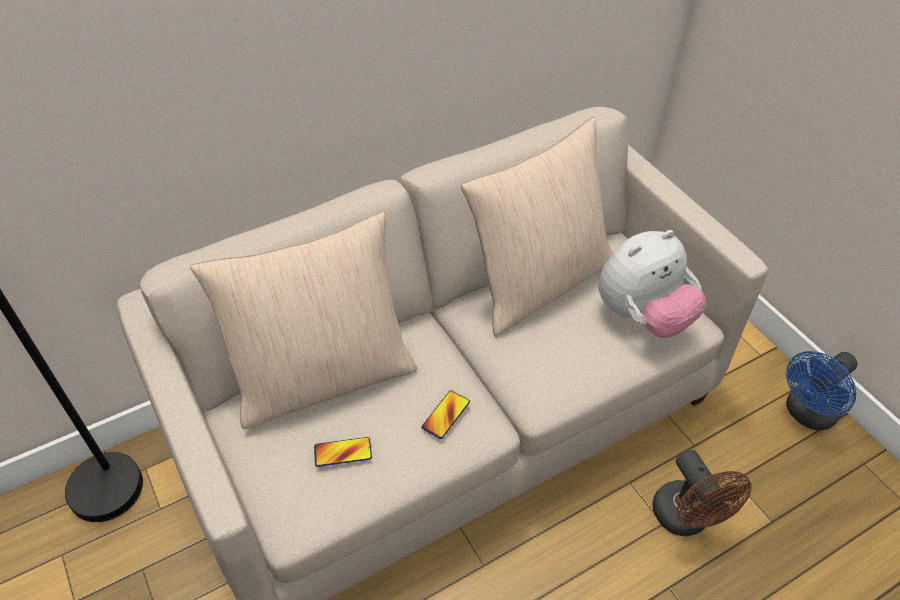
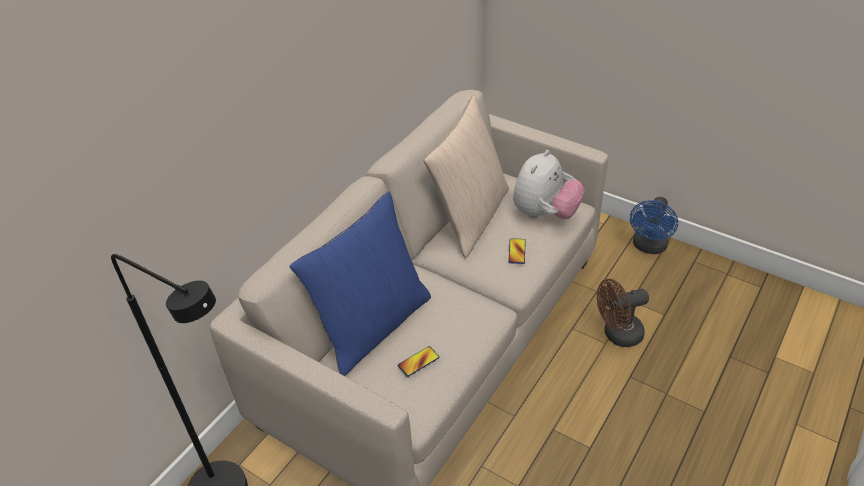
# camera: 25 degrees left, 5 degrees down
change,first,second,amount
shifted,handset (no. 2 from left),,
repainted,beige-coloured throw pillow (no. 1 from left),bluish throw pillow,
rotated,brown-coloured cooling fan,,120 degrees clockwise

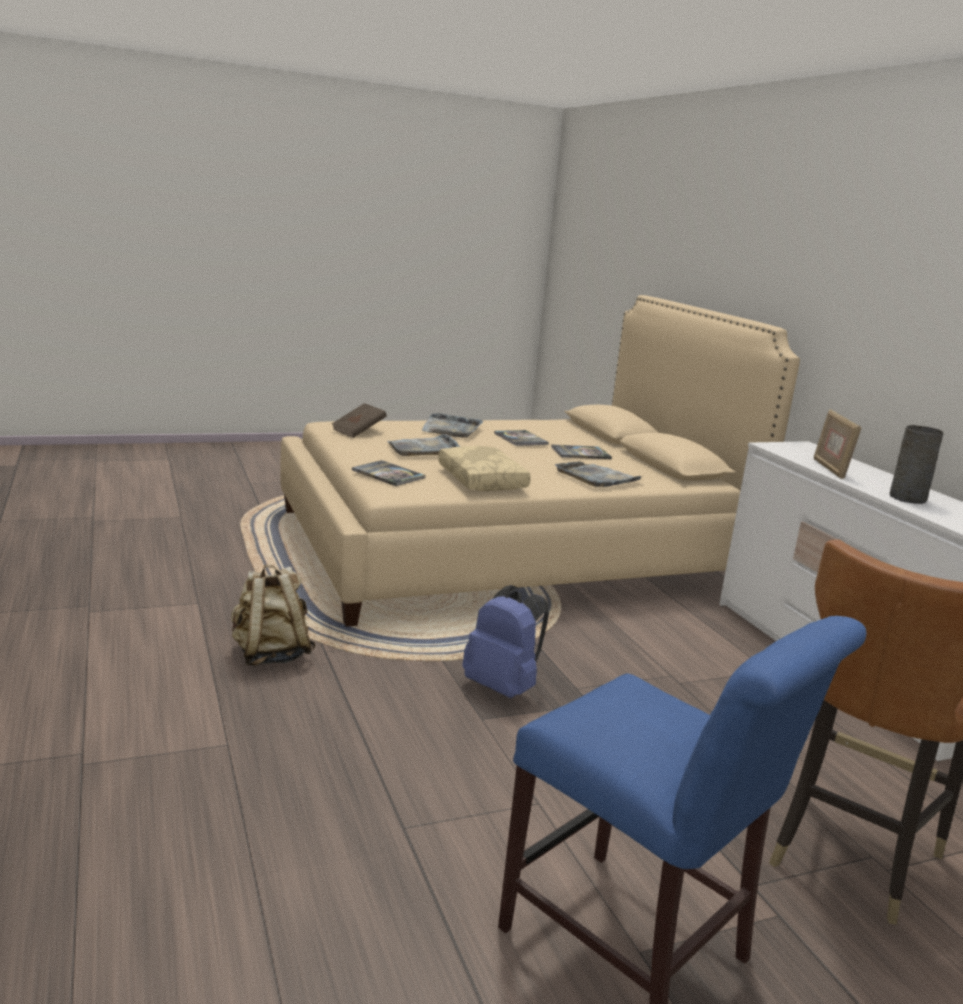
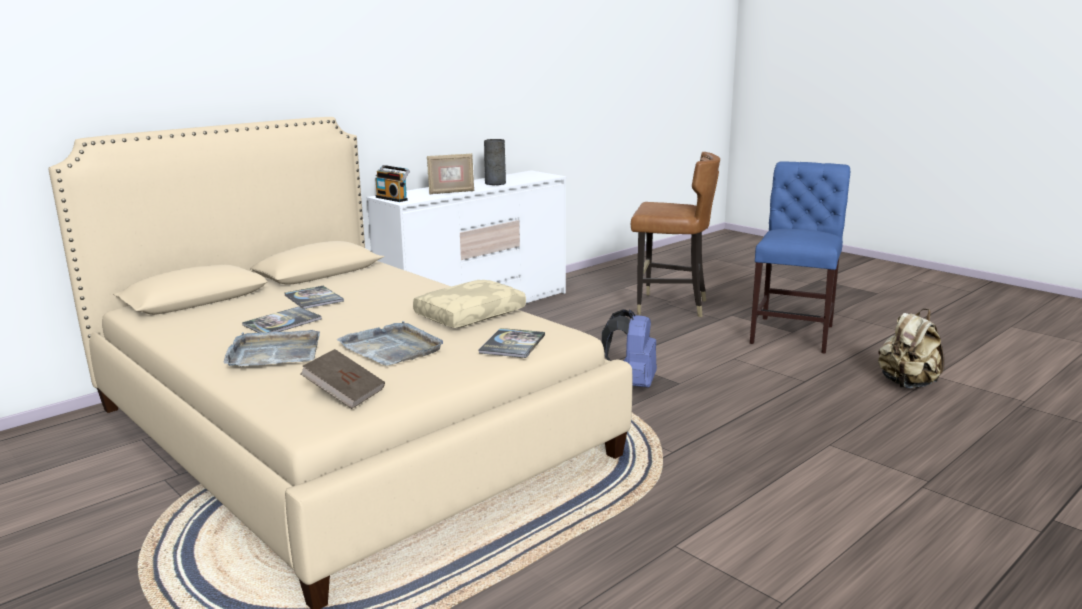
# camera: 110 degrees left, 0 degrees up
change,first,second,amount
gone,greyish serving tray (no. 3 from left),,
new,,radio,
shifted,beige-coloured knapsack,,

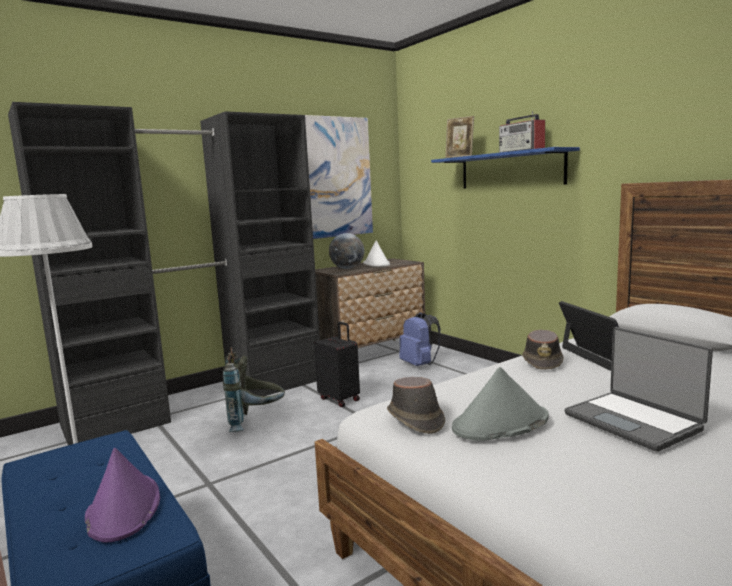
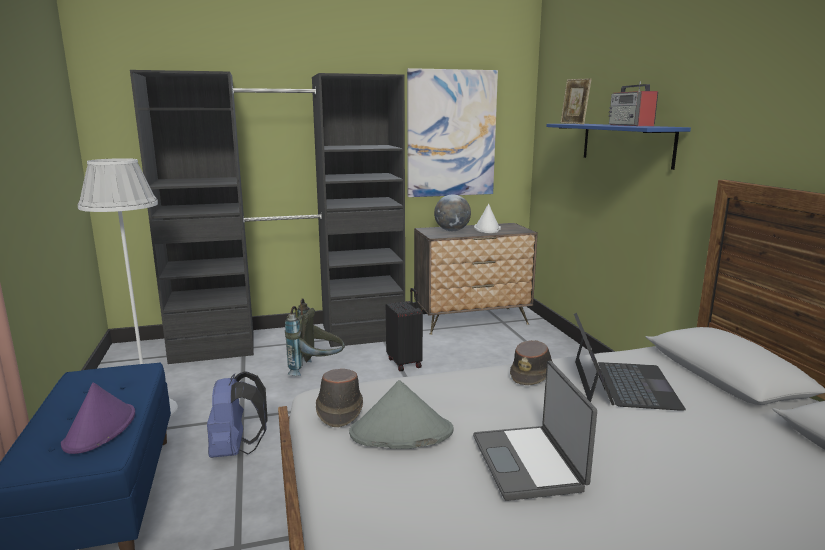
# camera: 20 degrees right, 5 degrees up
change,first,second,amount
shifted,bluish knapsack,,

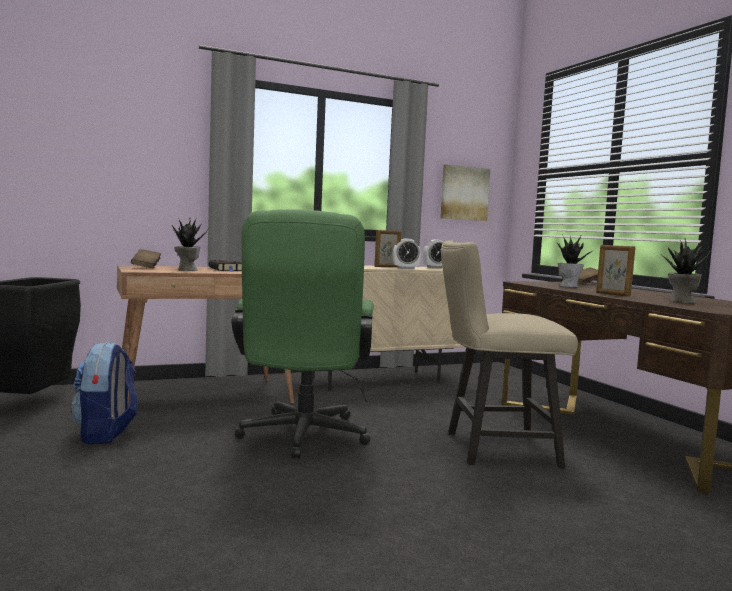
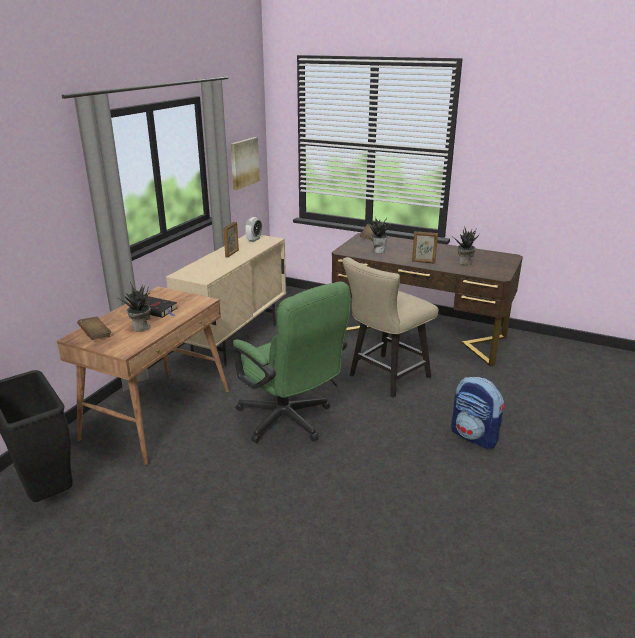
# camera: 40 degrees left, 20 degrees up
change,first,second,amount
gone,table clock (no. 1 from left),,
shifted,knapsack,,

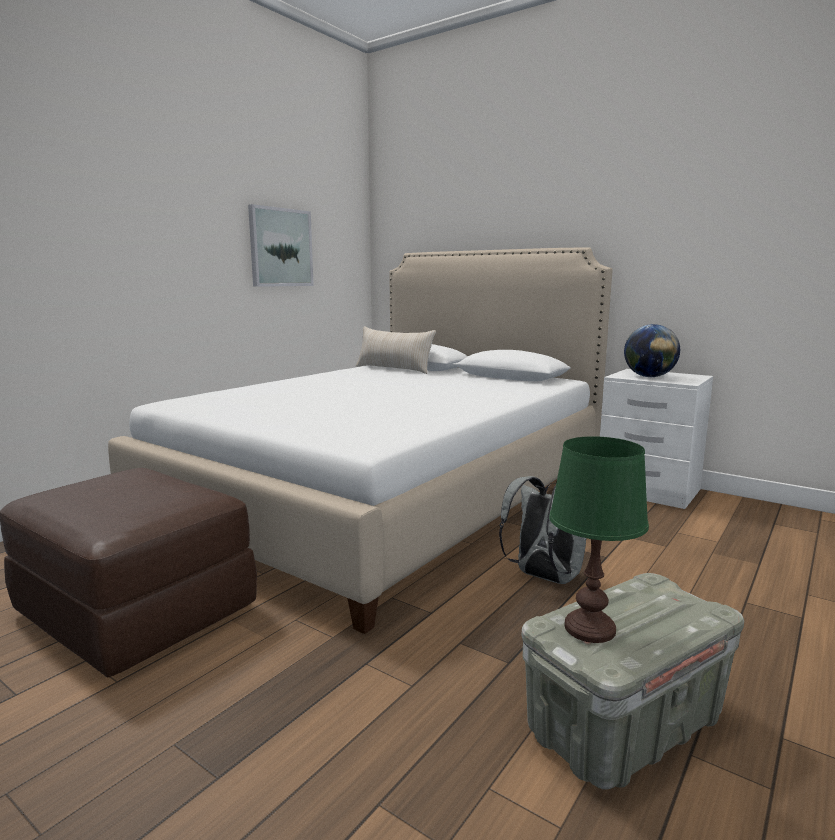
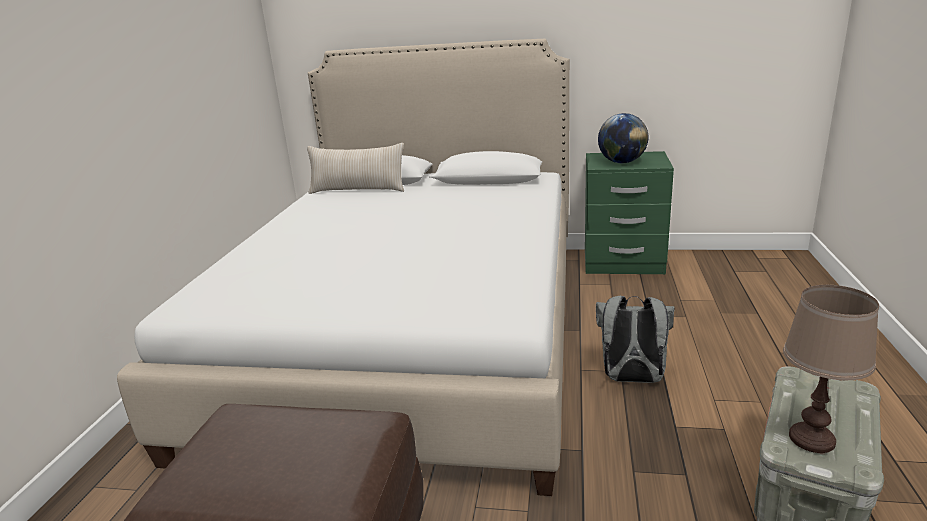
# camera: 25 degrees left, 10 degrees up
change,first,second,amount
gone,wall picture,,
repainted,green-coloured table lamp,brown-coloured table lamp,
repainted,whitish night table,green-coloured night table,

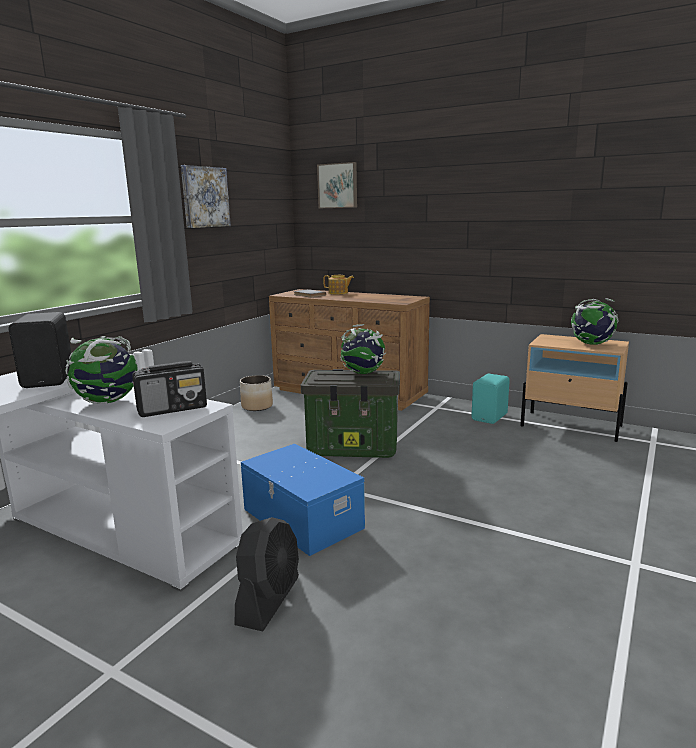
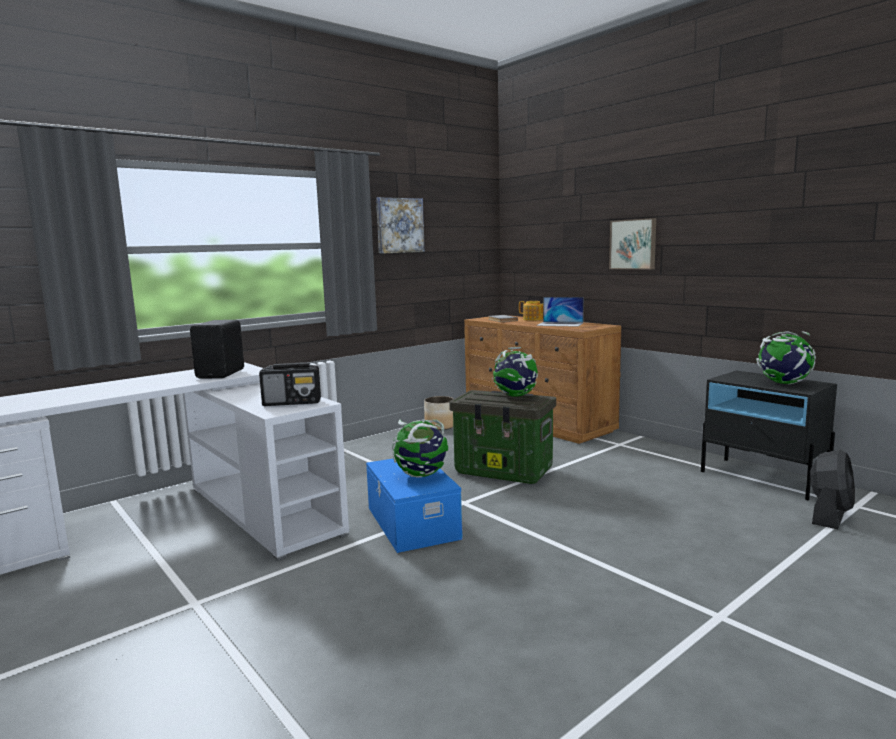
# camera: 20 degrees right, 5 degrees down
change,first,second,amount
gone,turquoise speaker,,
new,,portable computer,
shifted,desk globe (no. 1 from left),,
shifted,black-coloured cooling fan,,
shifted,wall picture (no. 2 from left),,
repainted,beige-coloured night table,black-coloured night table,

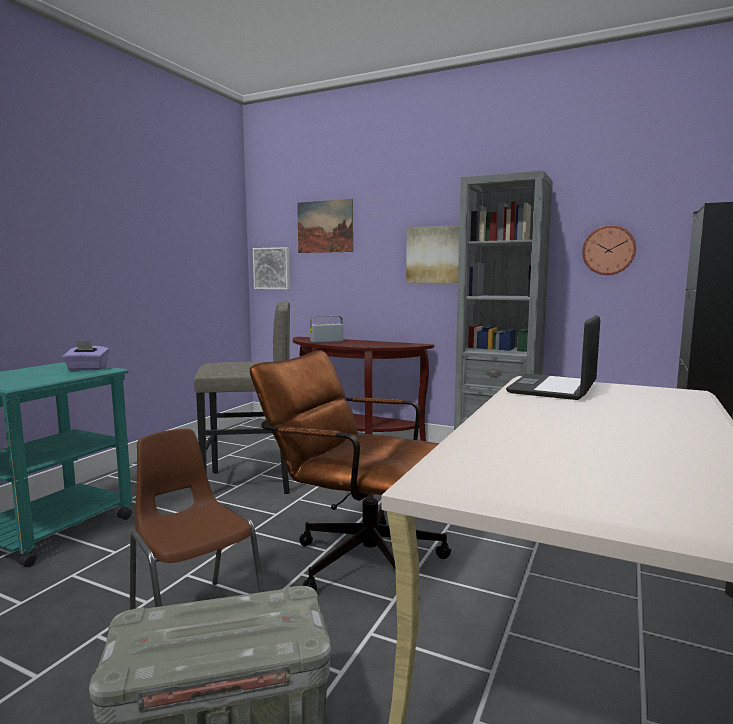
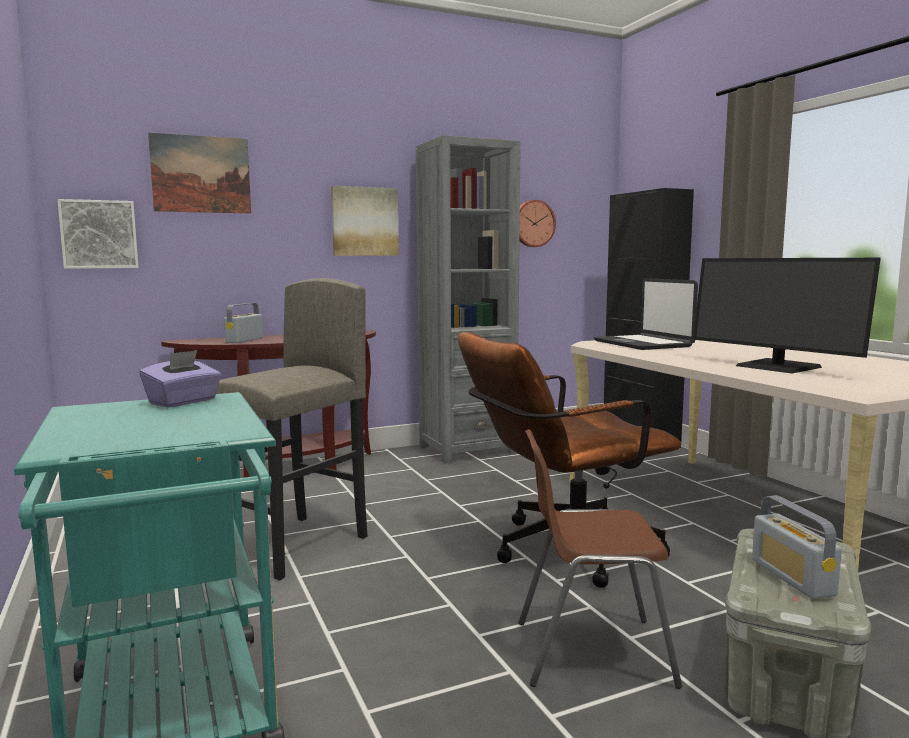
# camera: 50 degrees left, 0 degrees up
change,first,second,amount
new,,monitor,
new,,radio (no. 2 from left),

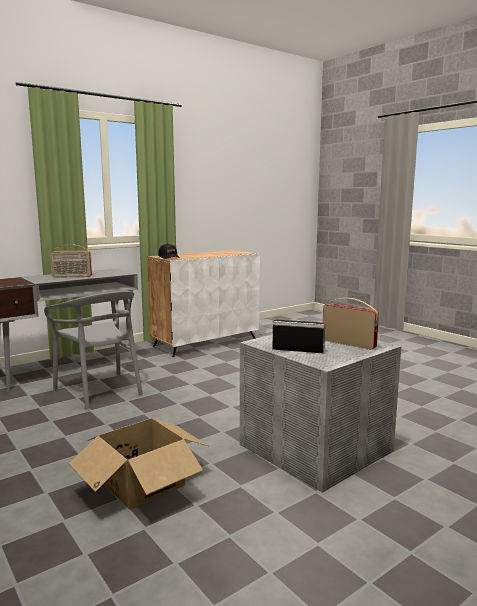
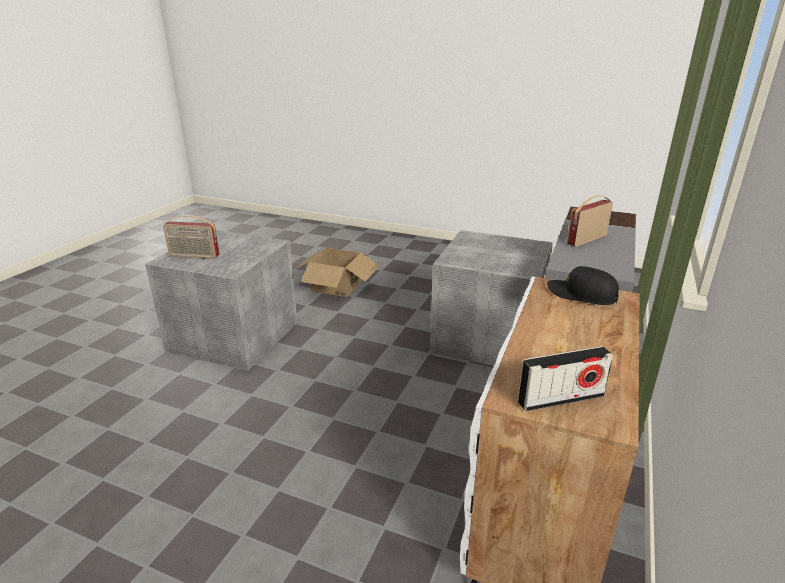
# camera: 150 degrees right, 15 degrees up
change,first,second,amount
shifted,radio (no. 2 from left),,
swapped,greyish plain chair,greyish storage box (no. 2 from left),

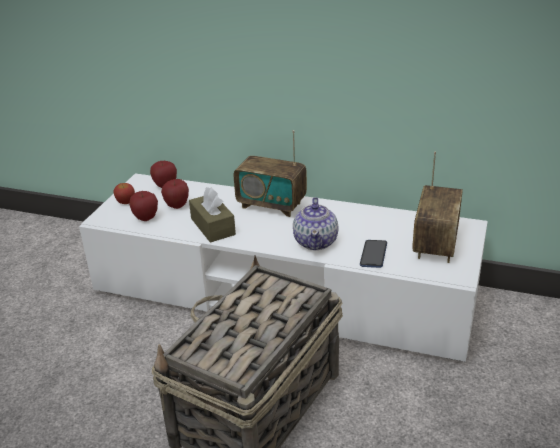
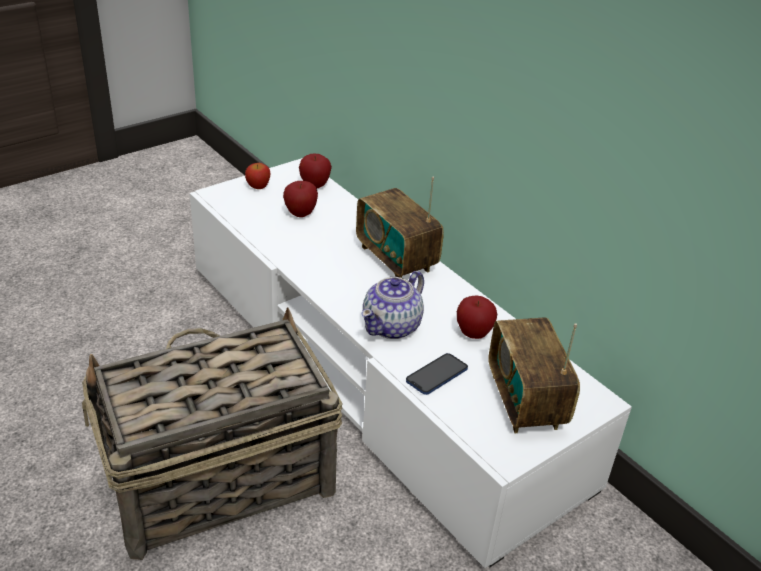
# camera: 30 degrees right, 5 degrees up
change,first,second,amount
gone,brown-coloured tissue holder,,
shifted,apple (no. 2 from left in the first image),apple (no. 4 from left),
rotated,radio (no. 2 from left),,120 degrees clockwise

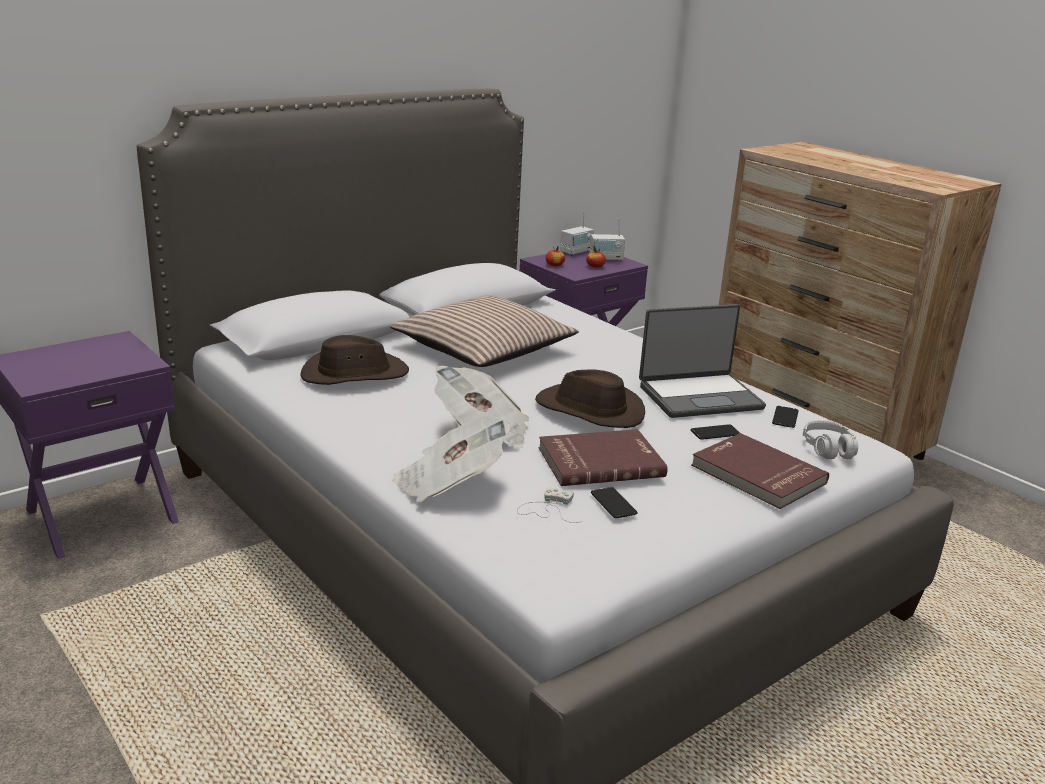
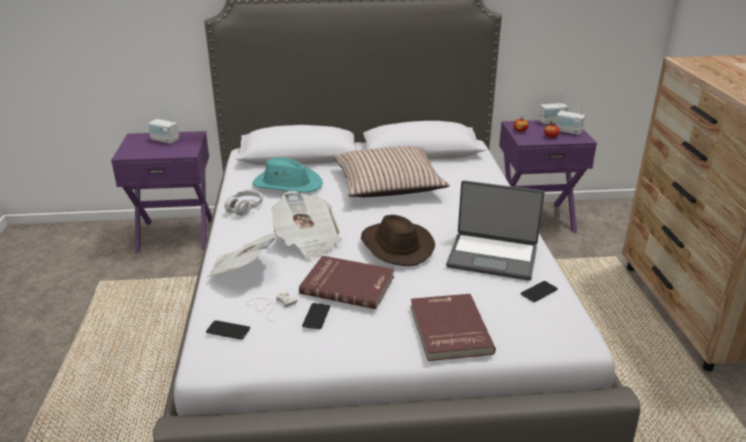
# camera: 35 degrees right, 5 degrees up
change,first,second,amount
new,,radio (no. 1 from left),
shifted,handset (no. 2 from left in the first image),handset (no. 1 from left),
shifted,greyish headphones,,
repainted,brown-coloured wearable hat (no. 1 from left),turquoise wearable hat,

